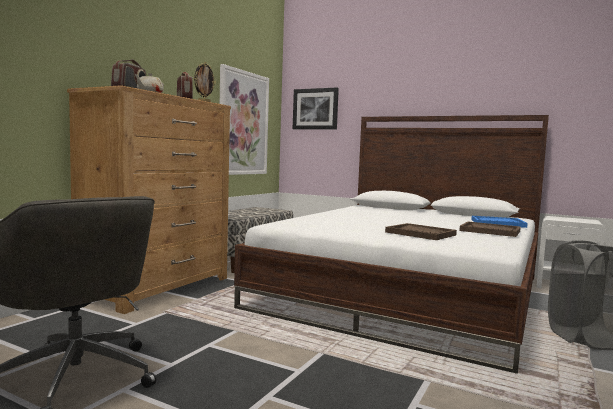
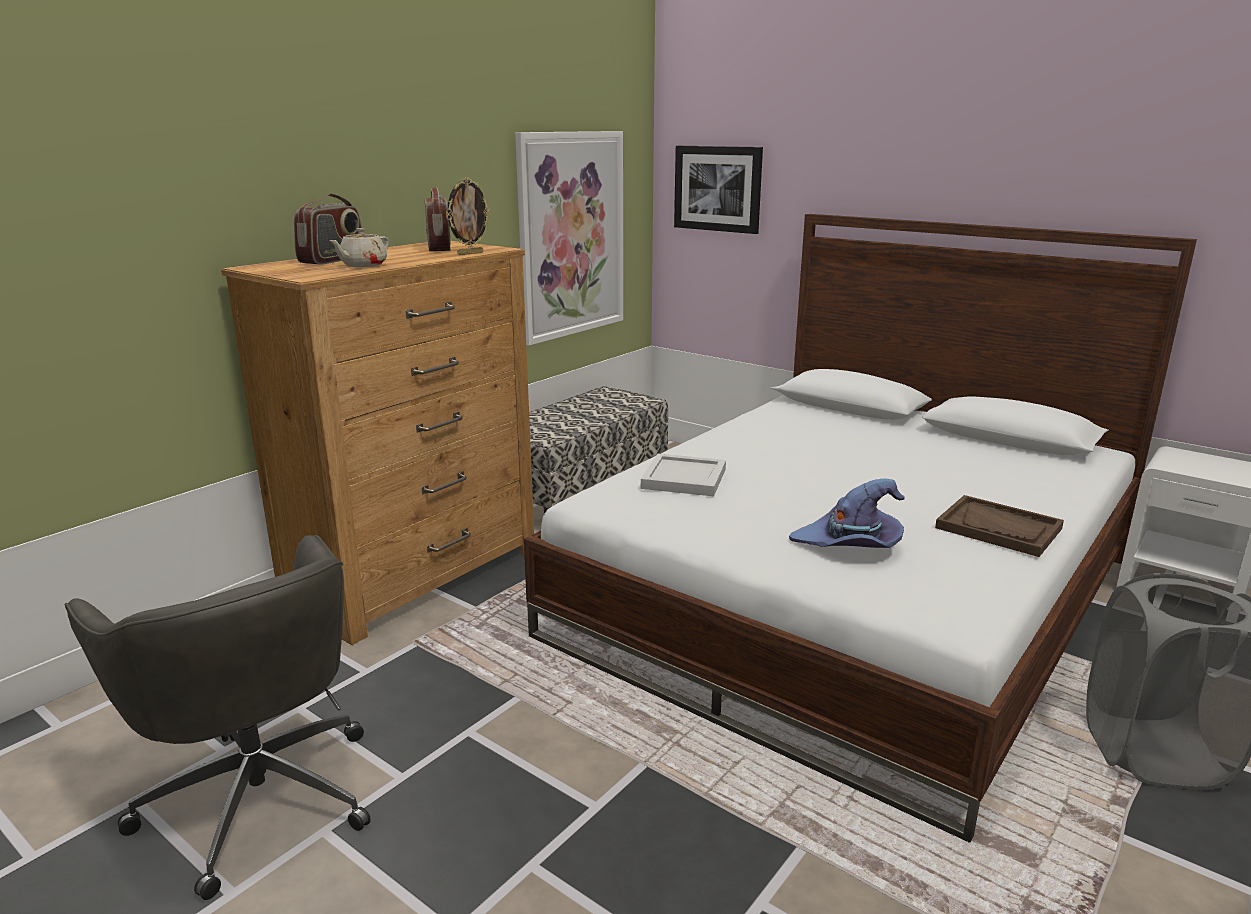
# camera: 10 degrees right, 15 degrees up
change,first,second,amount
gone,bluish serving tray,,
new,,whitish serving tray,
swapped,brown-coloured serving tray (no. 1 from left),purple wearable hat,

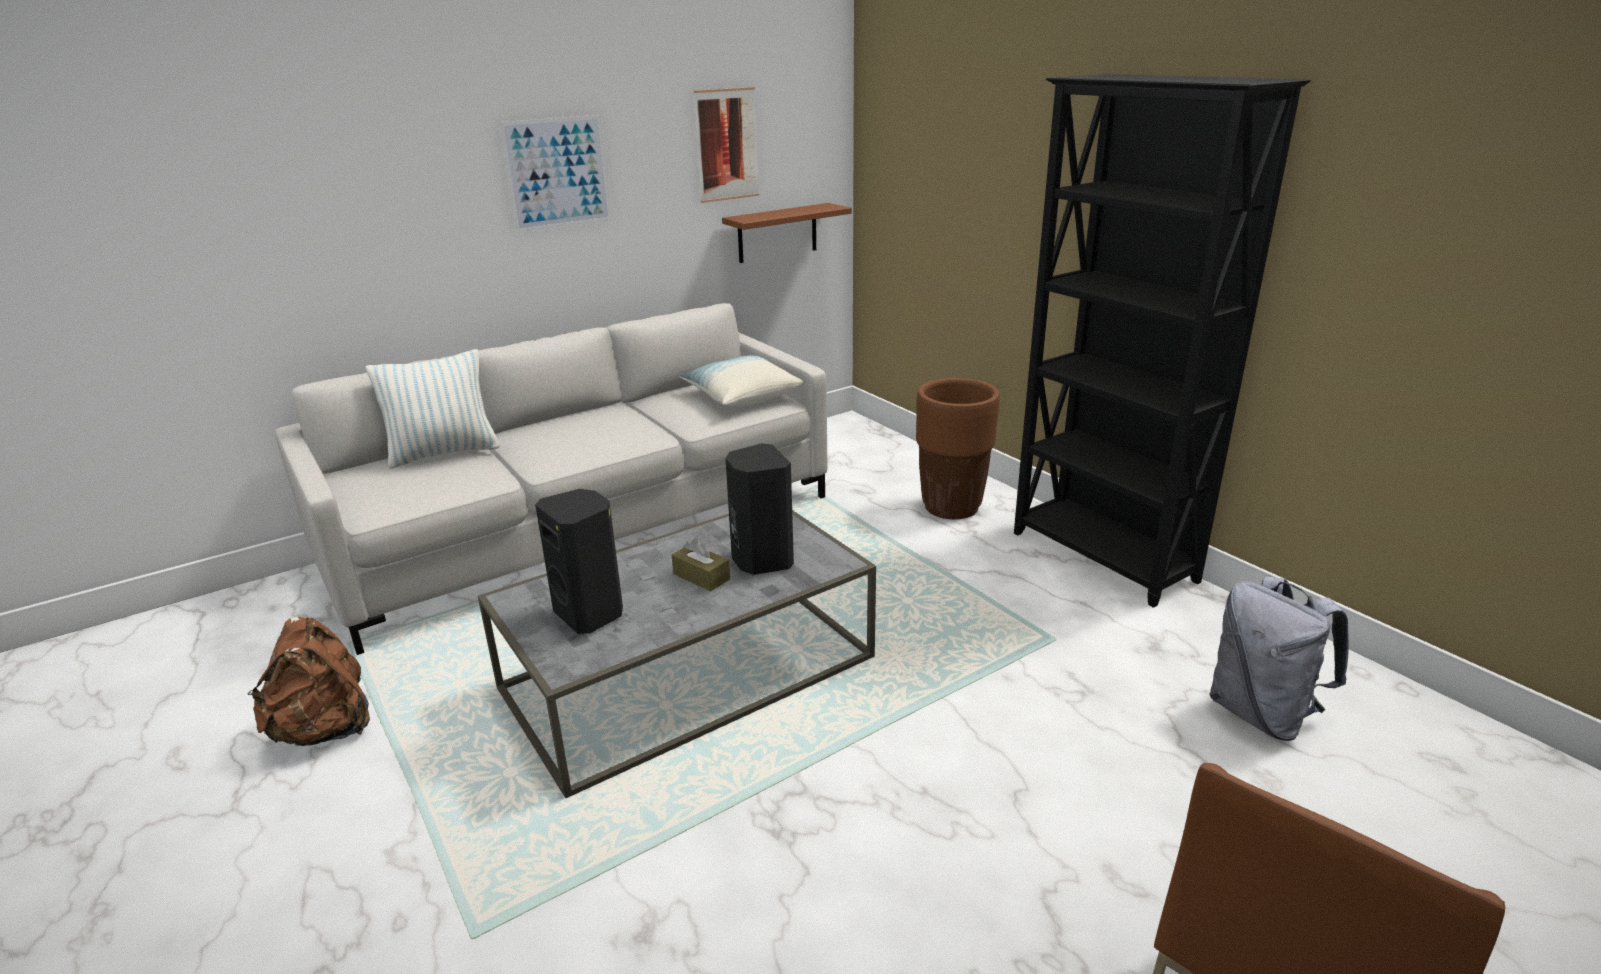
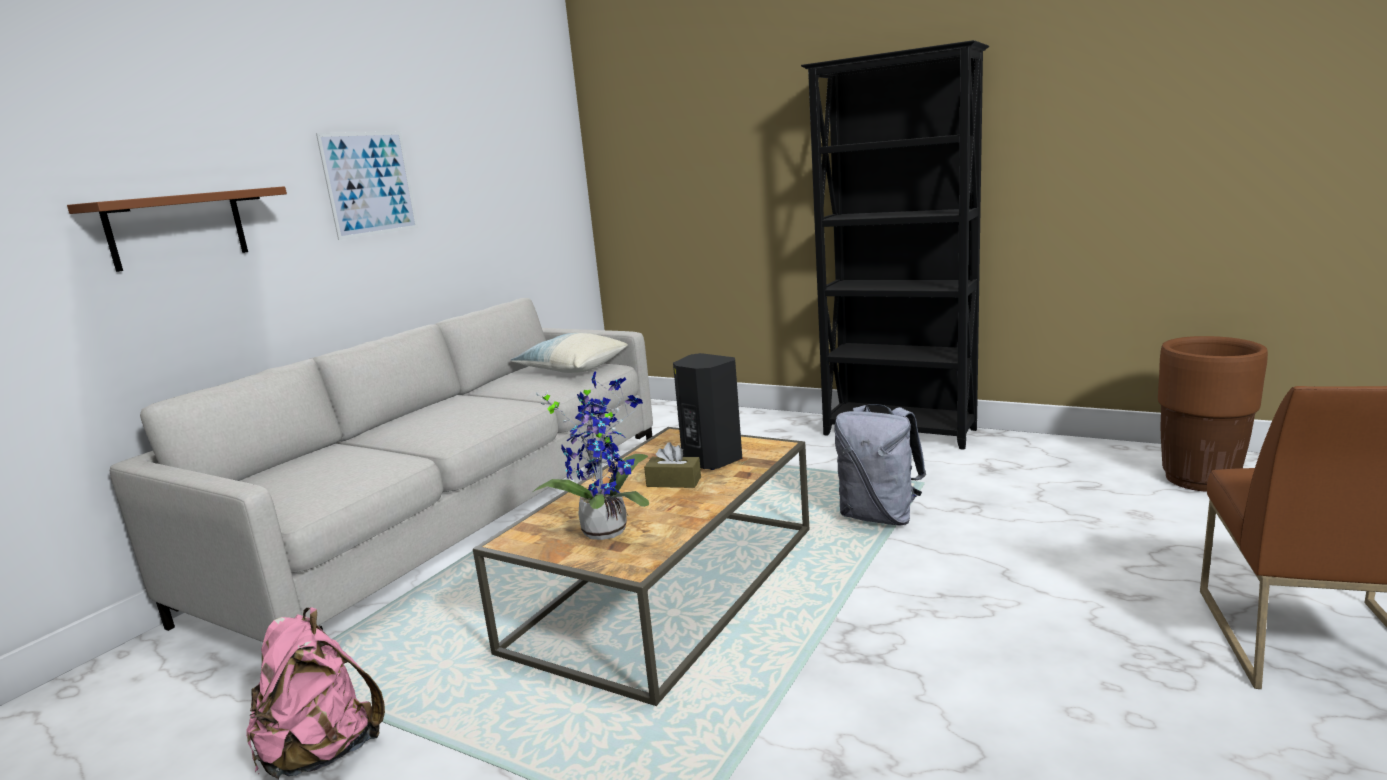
# camera: 25 degrees left, 10 degrees down
change,first,second,amount
gone,throw pillow (no. 1 from left),,
gone,wall picture (no. 2 from left),,
shifted,brown-coloured shelf,,
shifted,brown-coloured flower pot,,
shifted,greyish knapsack,,
swapped,black-coloured speaker (no. 1 from left),houseplant,
repainted,brown-coloured knapsack,pink-coloured knapsack,
repainted,greyish lounge table,brown-coloured lounge table,

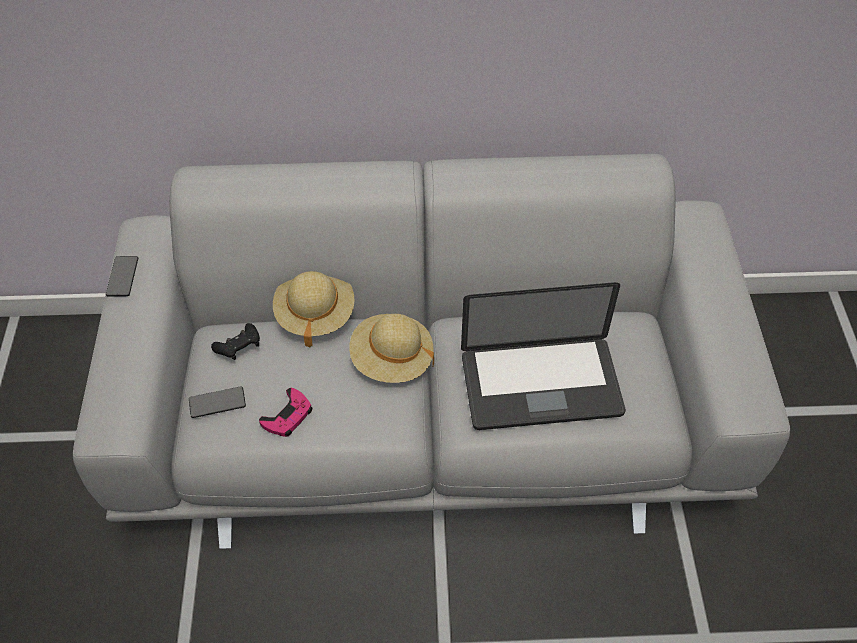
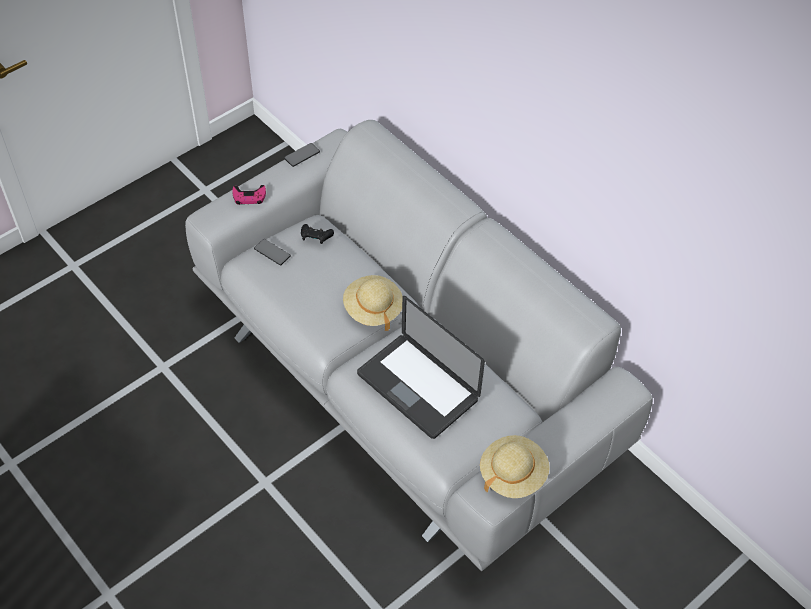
# camera: 50 degrees right, 0 degrees up
change,first,second,amount
shifted,pink-coloured gamepad,,
shifted,beige-coloured wearable hat (no. 1 from left in the first image),beige-coloured wearable hat (no. 2 from left),

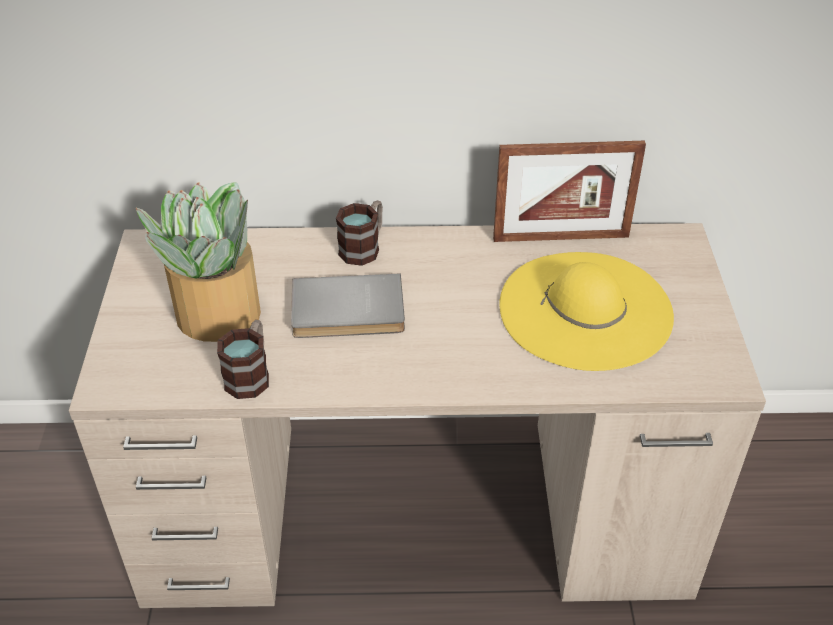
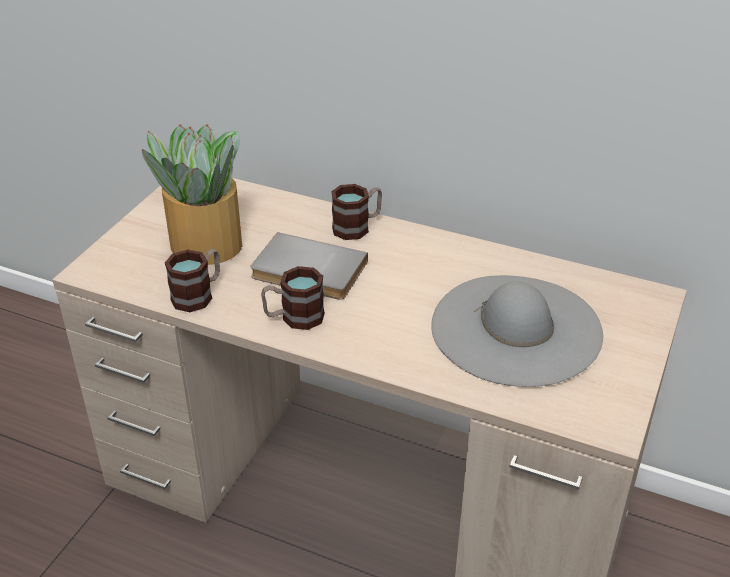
# camera: 25 degrees right, 5 degrees down
change,first,second,amount
gone,standing frame,,
new,,coffee mug (no. 2 from left),
repainted,yellowish wearable hat,greyish wearable hat,

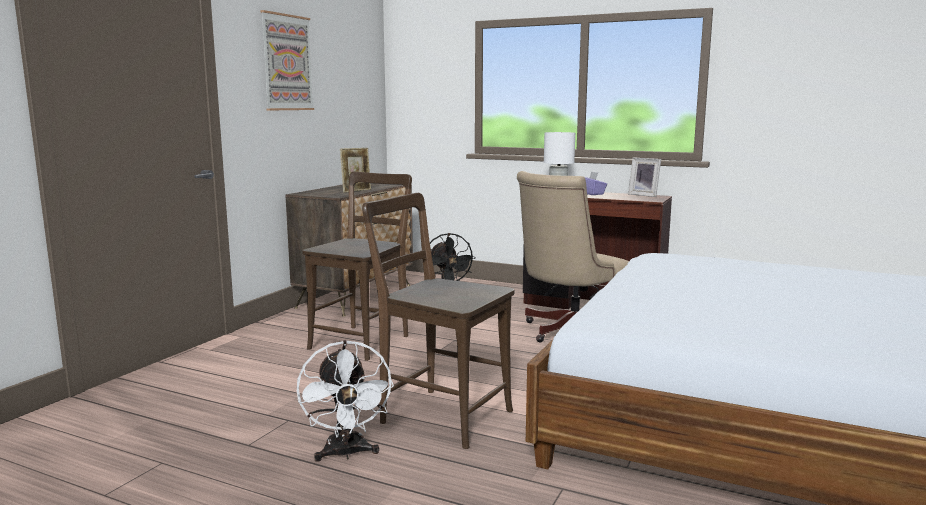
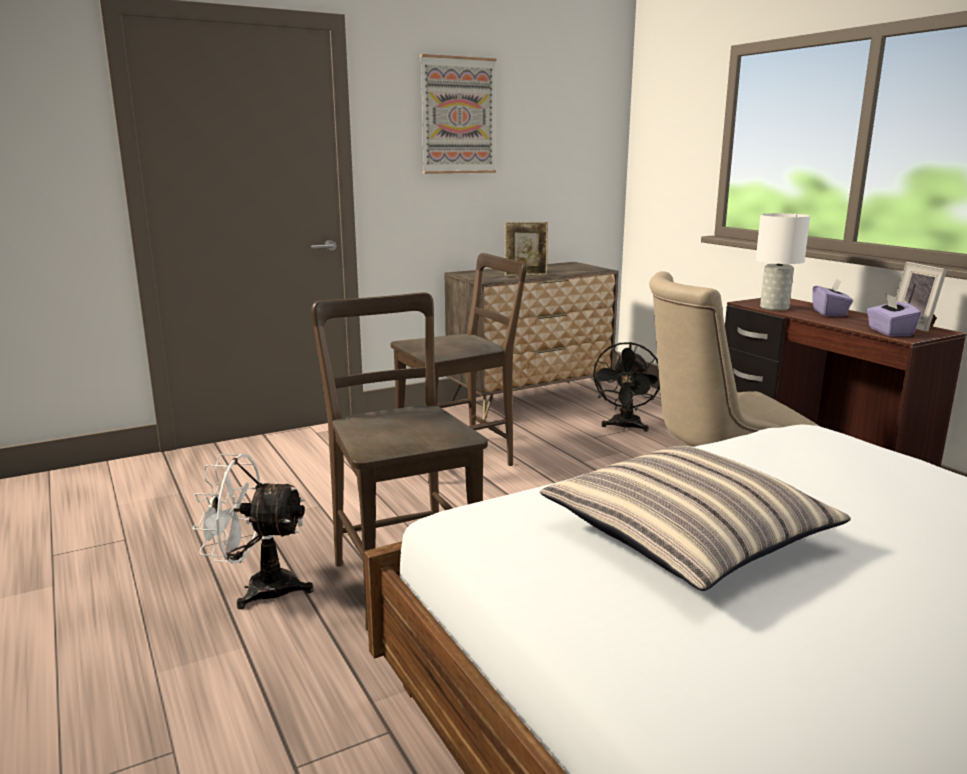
# camera: 35 degrees right, 5 degrees up
change,first,second,amount
new,,throw pillow,
new,,purple tissue holder (no. 2 from left),
rotated,whitish cooling fan,,75 degrees clockwise

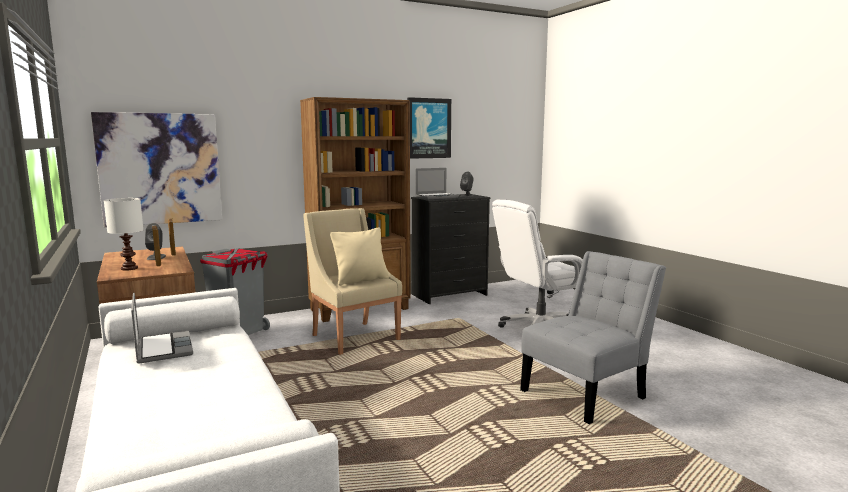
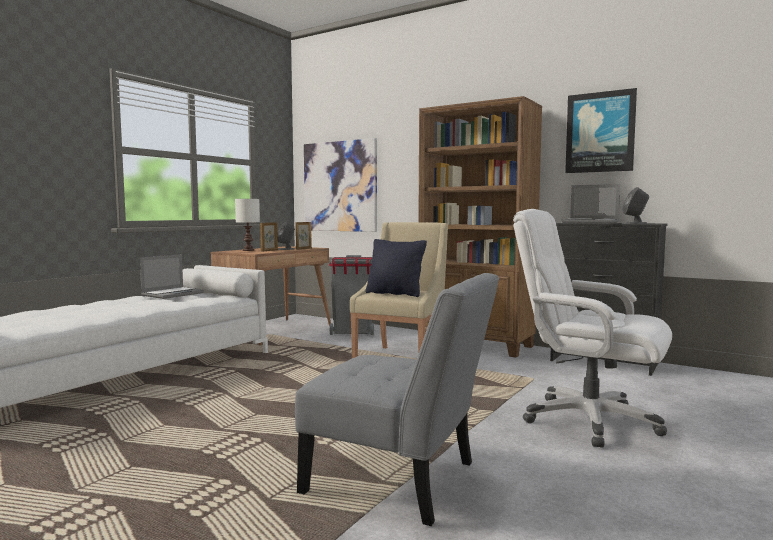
# camera: 60 degrees right, 5 degrees down
change,first,second,amount
repainted,beige-coloured throw pillow,black-coloured throw pillow,

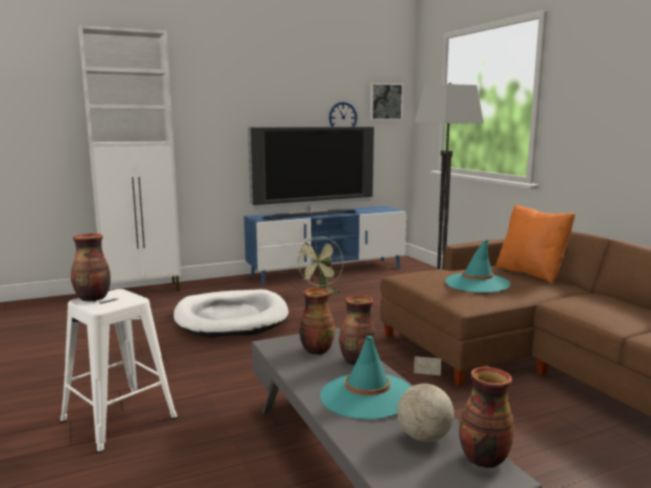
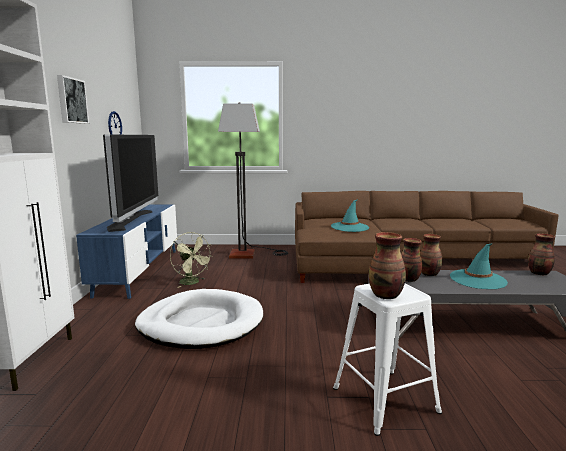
# camera: 65 degrees left, 0 degrees up
change,first,second,amount
gone,desk globe,,
gone,orange-coloured throw pillow,,
shifted,wall picture,,

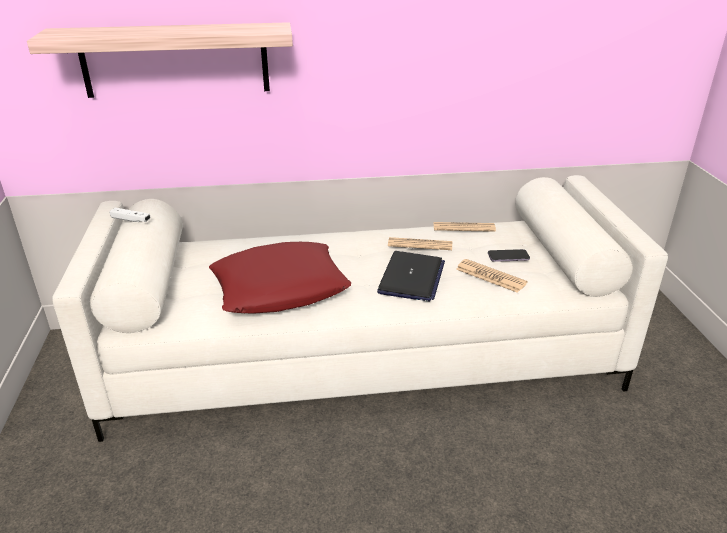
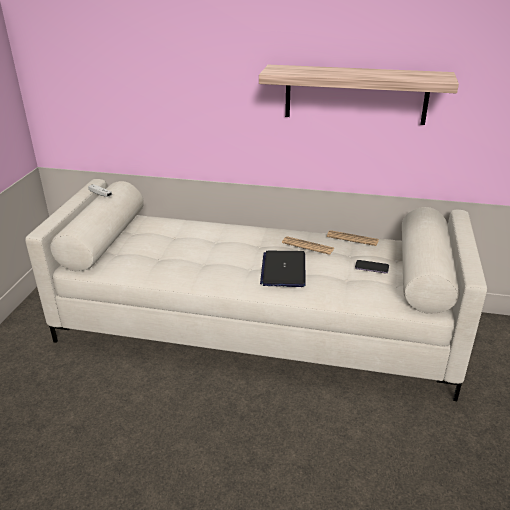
# camera: 20 degrees right, 0 degrees up
change,first,second,amount
gone,red throw pillow,,
gone,newspaper (no. 3 from left),,
shifted,shelf,,
rotated,portable computer,,150 degrees clockwise

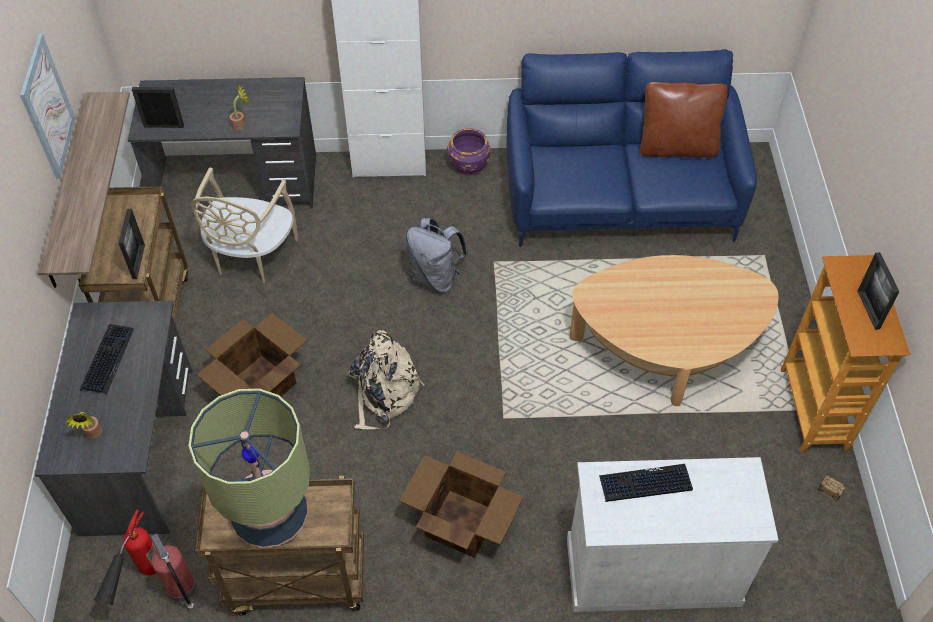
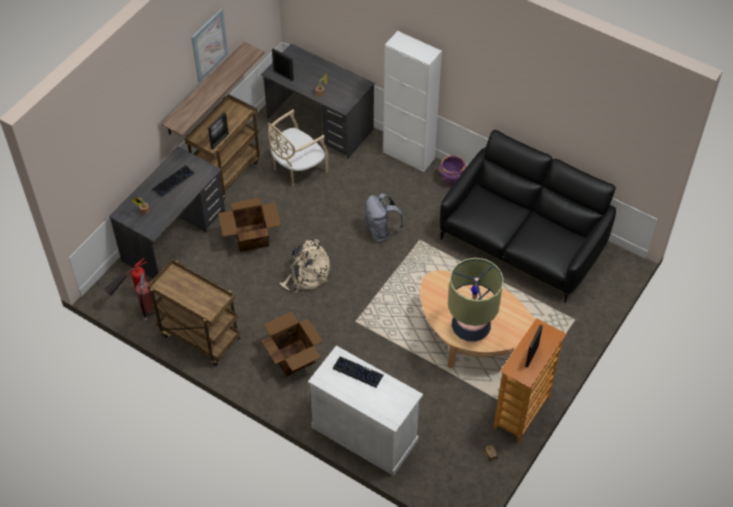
# camera: 35 degrees right, 0 degrees up
change,first,second,amount
gone,brown-coloured throw pillow,,
shifted,table lamp,,
repainted,bluish sofa,black-coloured sofa,

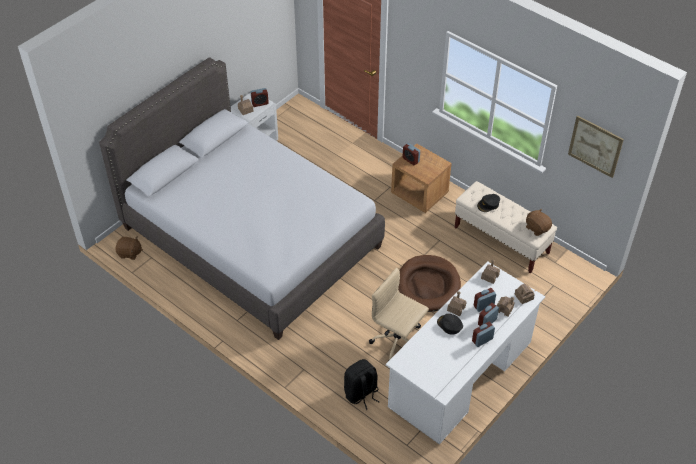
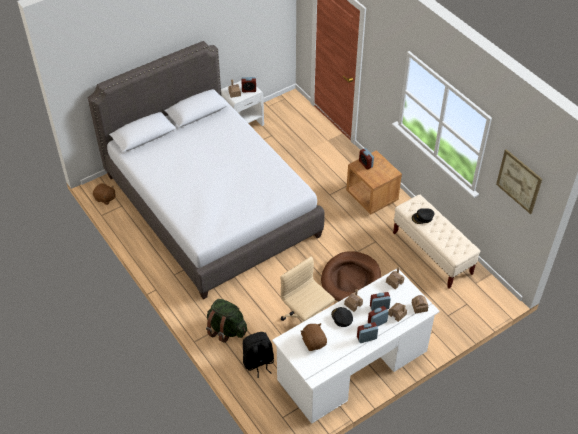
# camera: 15 degrees right, 0 degrees up
change,first,second,amount
new,,green-coloured knapsack,
shifted,brown-coloured plush toy (no. 2 from left),,

